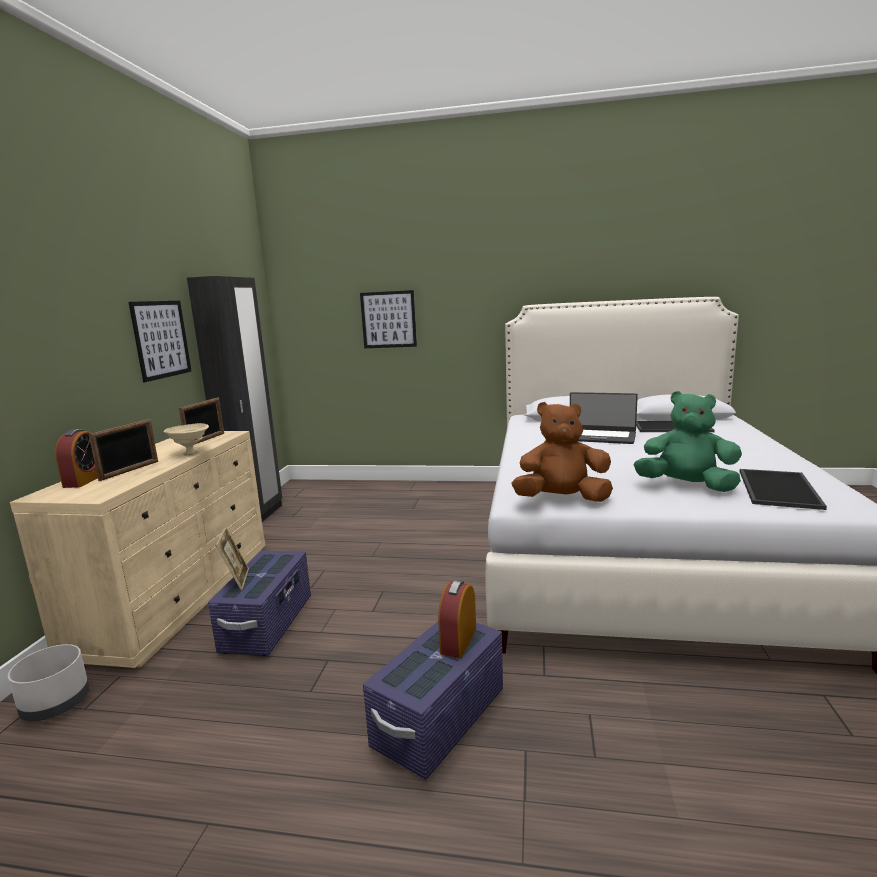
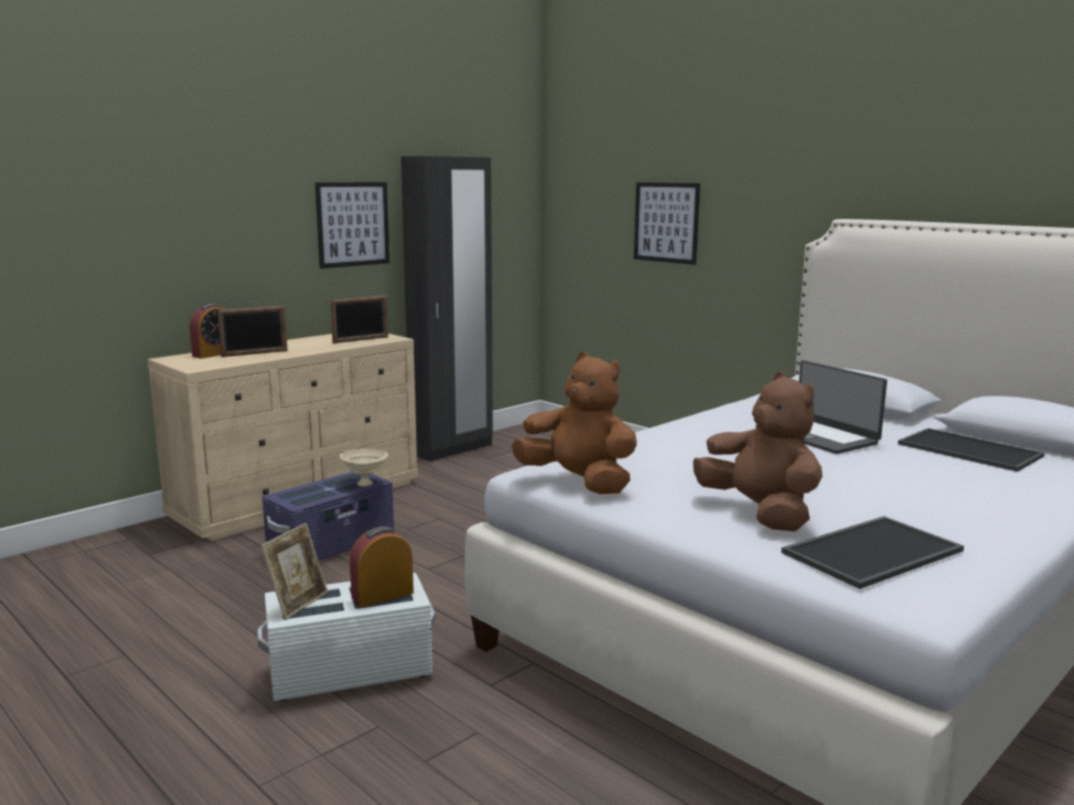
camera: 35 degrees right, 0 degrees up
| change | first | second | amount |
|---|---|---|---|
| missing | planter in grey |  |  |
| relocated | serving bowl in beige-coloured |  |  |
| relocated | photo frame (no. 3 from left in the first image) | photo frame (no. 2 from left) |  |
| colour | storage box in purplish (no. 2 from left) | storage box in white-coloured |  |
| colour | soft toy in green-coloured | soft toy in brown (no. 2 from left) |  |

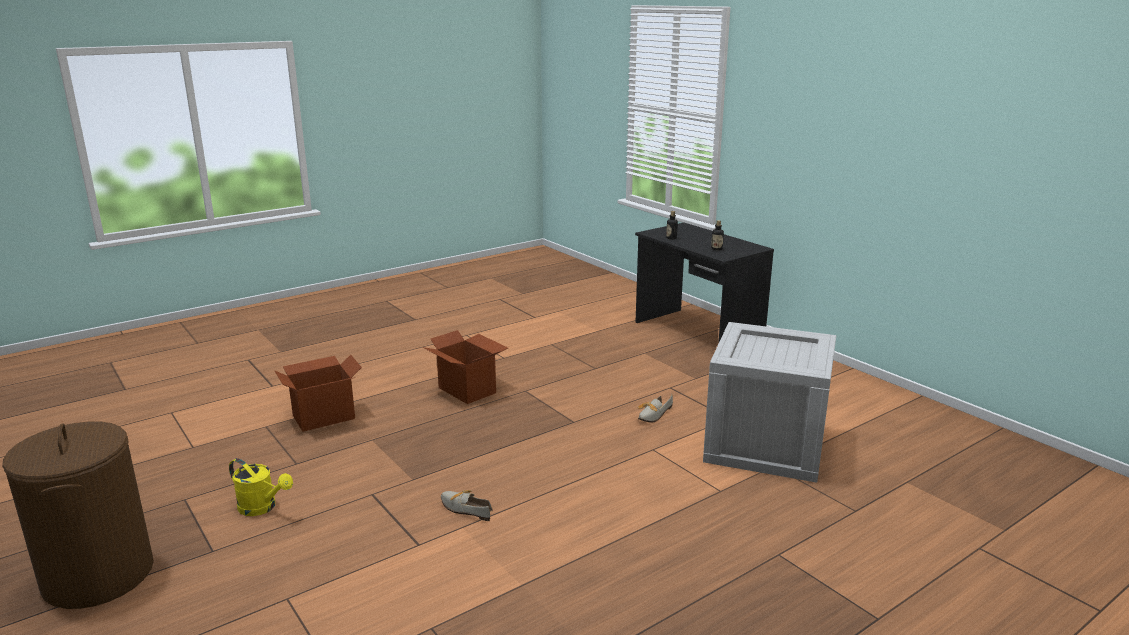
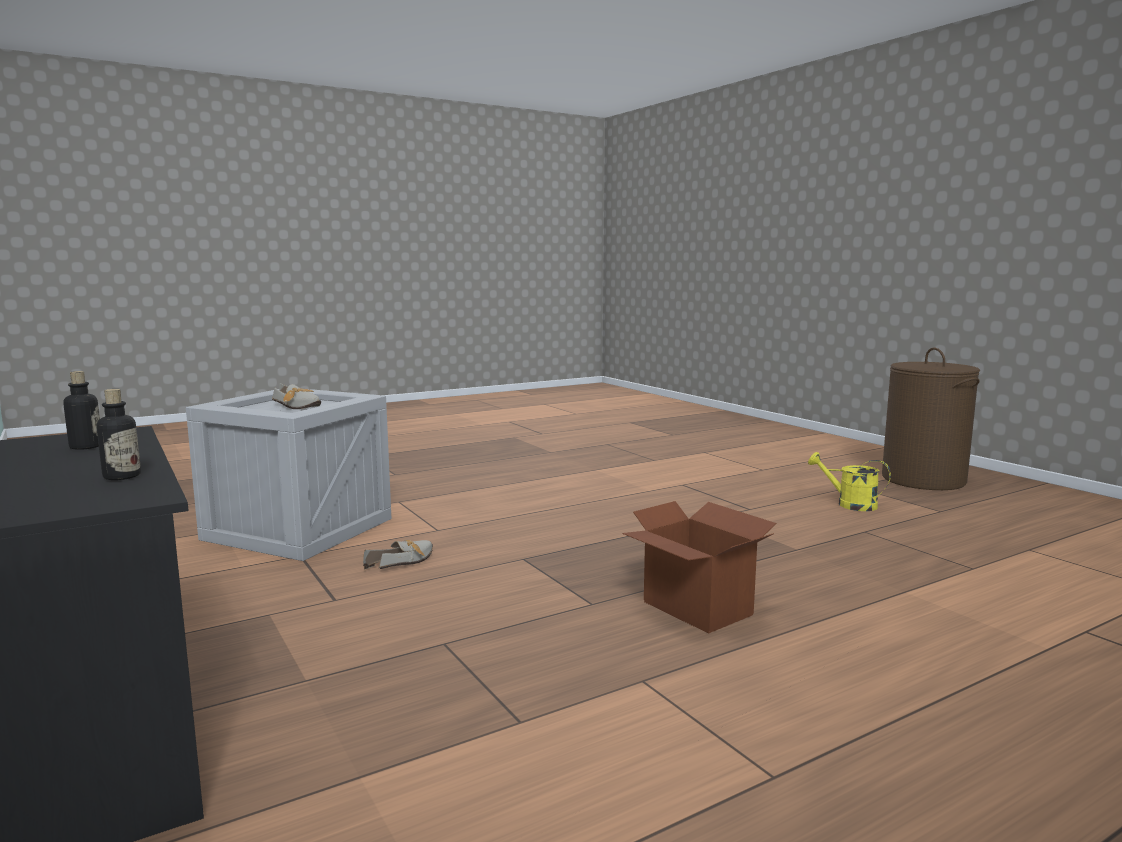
camera: 175 degrees left, 10 degrees down
| change | first | second | amount |
|---|---|---|---|
| missing | packing box (no. 1 from left) |  |  |
| relocated | shoe (no. 1 from left) |  |  |

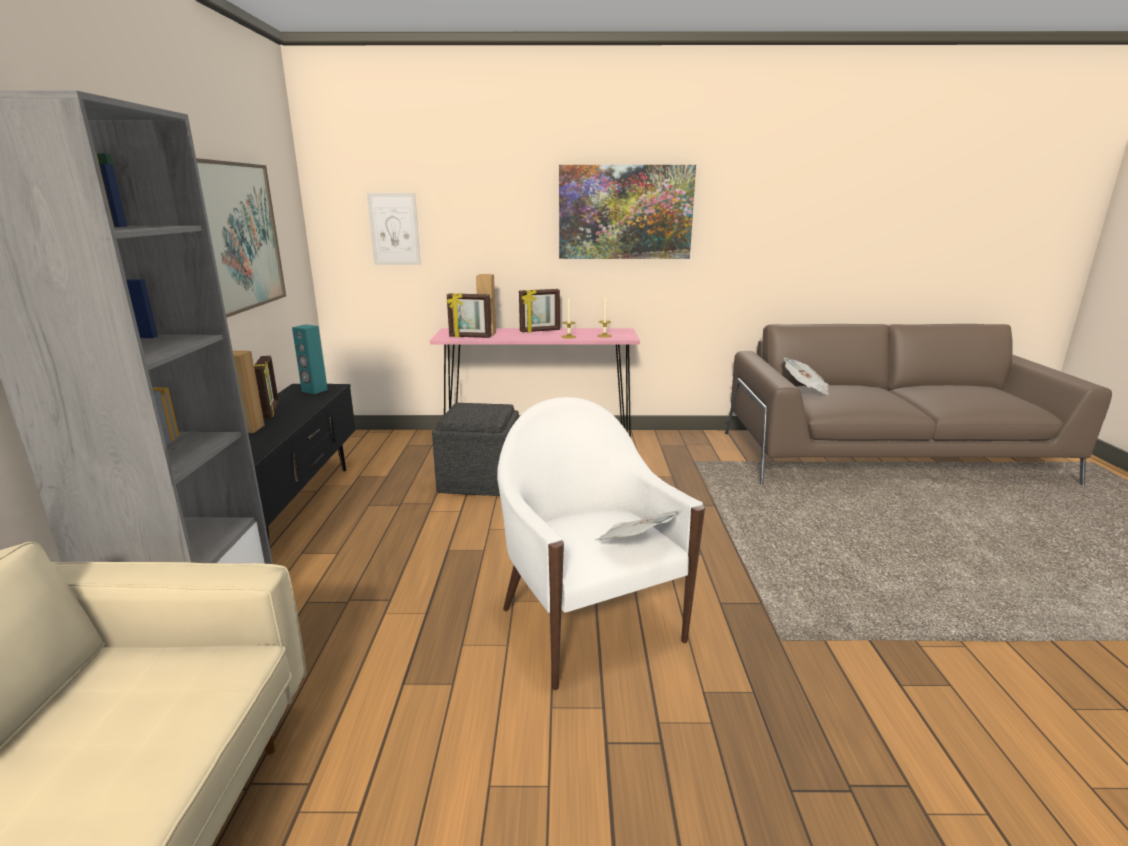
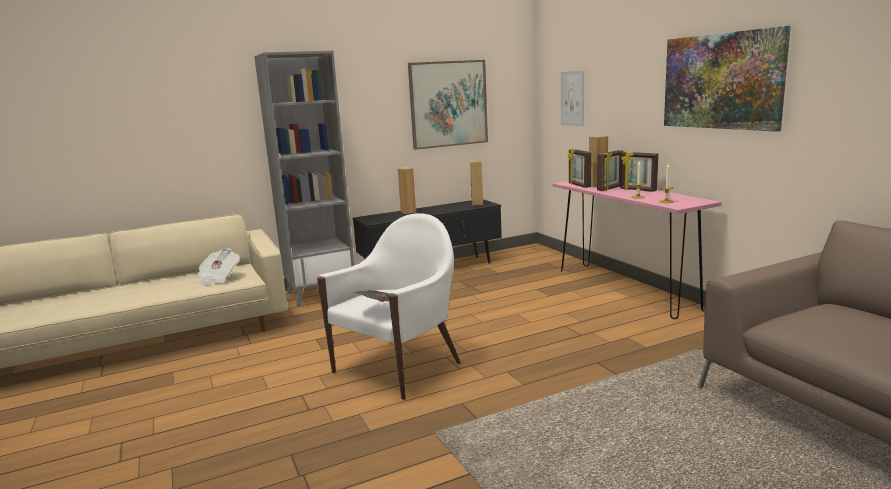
camera: 65 degrees right, 5 degrees down
| change | first | second | amount |
|---|---|---|---|
| missing | pouffe in grey |  |  |
| relocated | photo frame (no. 1 from left in the first image) | photo frame (no. 2 from left) |  |
| relocated | newspaper (no. 2 from left in the first image) | newspaper (no. 1 from left) |  |
| colour | audio speaker in turquoise | audio speaker in brown (no. 2 from left) |  |

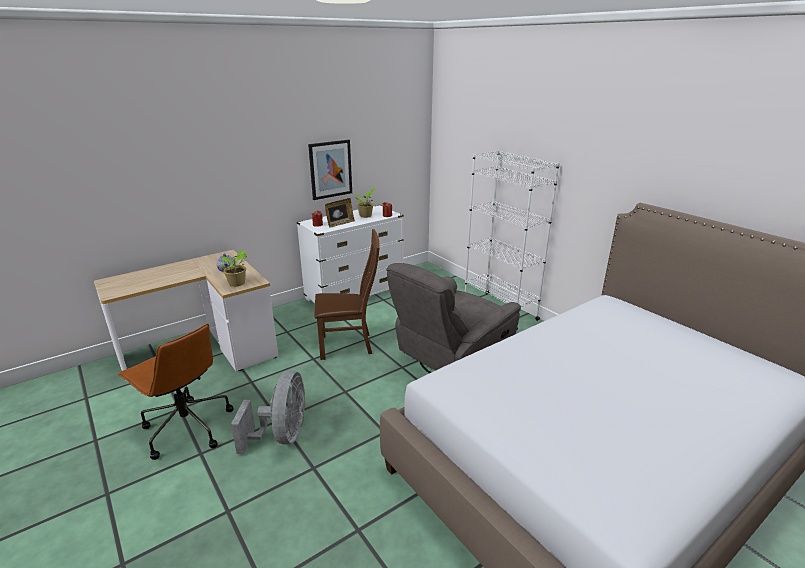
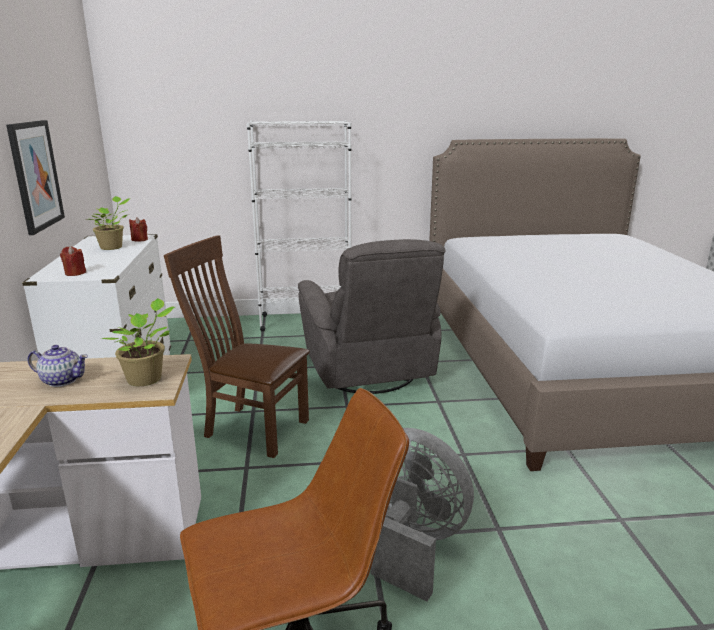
camera: 60 degrees left, 5 degrees down
| change | first | second | amount |
|---|---|---|---|
| missing | photo frame |  |  |
| spun | upright chair in brown |  | 90 degrees counterclockwise |

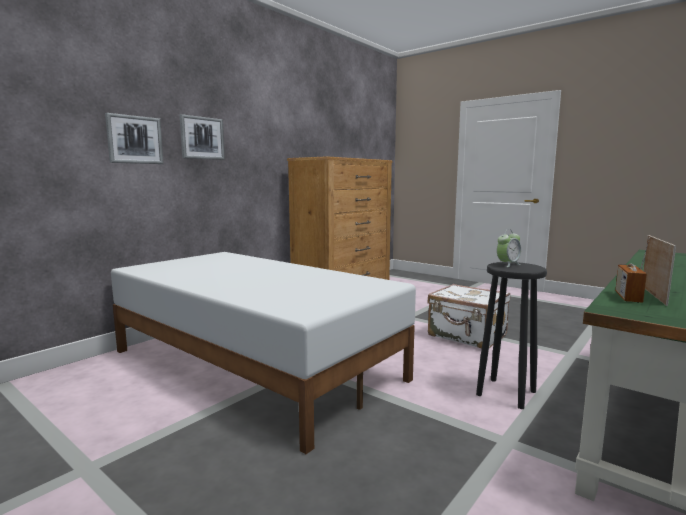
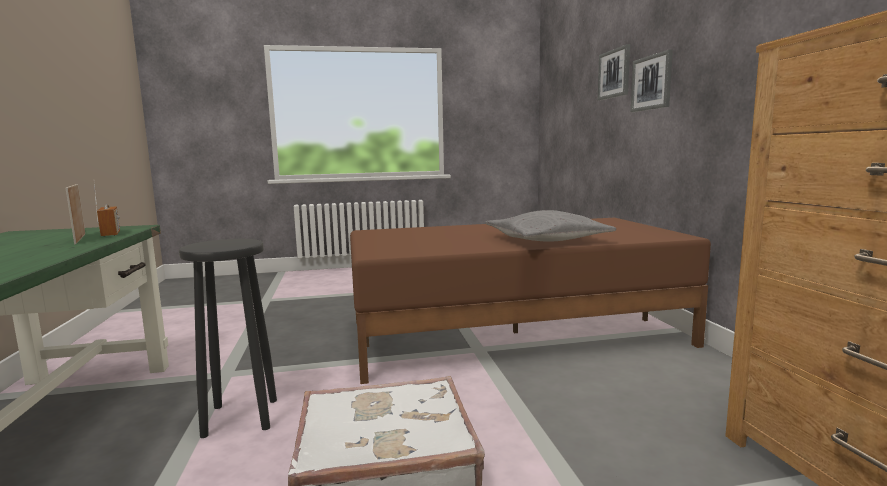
camera: 130 degrees right, 0 degrees up
| change | first | second | amount |
|---|---|---|---|
| missing | bedside clock |  |  |
| appeared |  | pillow in grey |  |
| relocated | picture (no. 2 from left in the first image) | picture (no. 1 from left) |  |
| colour | bedroom bed in white-coloured | bedroom bed in brown |  |

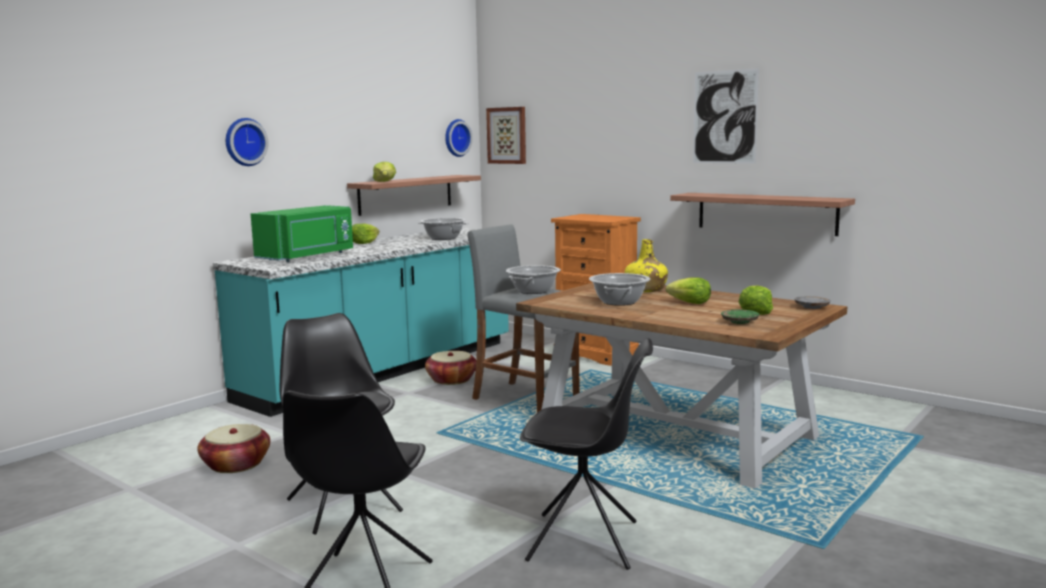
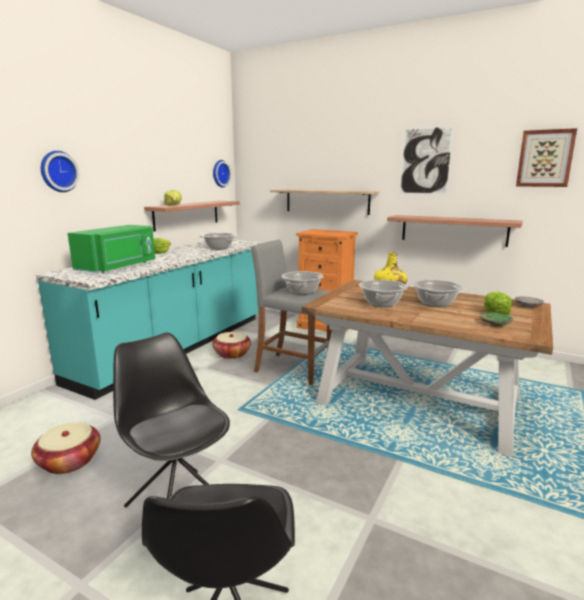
camera: 10 degrees left, 5 degrees up
| change | first | second | amount |
|---|---|---|---|
| missing | upright chair in black-coloured (no. 3 from left) |  |  |
| appeared |  | wall shelf (no. 2 from left) |  |
| relocated | picture (no. 1 from left in the first image) | picture (no. 2 from left) |  |
| exchanged | lettuce (no. 3 from left) | stockpot (no. 4 from left) |  |

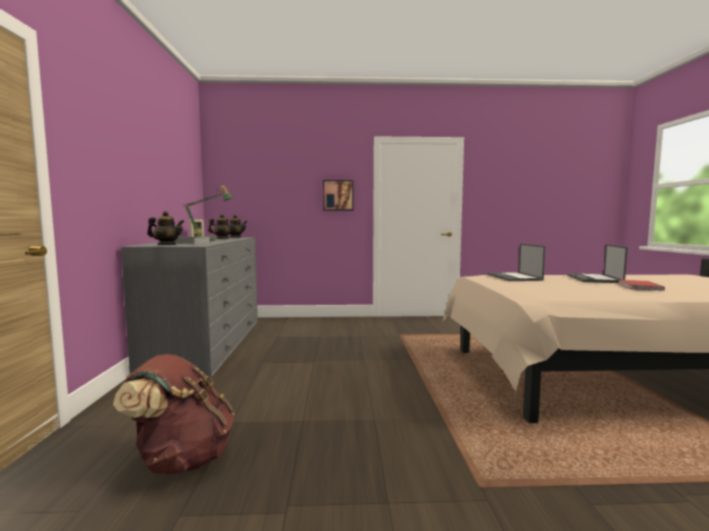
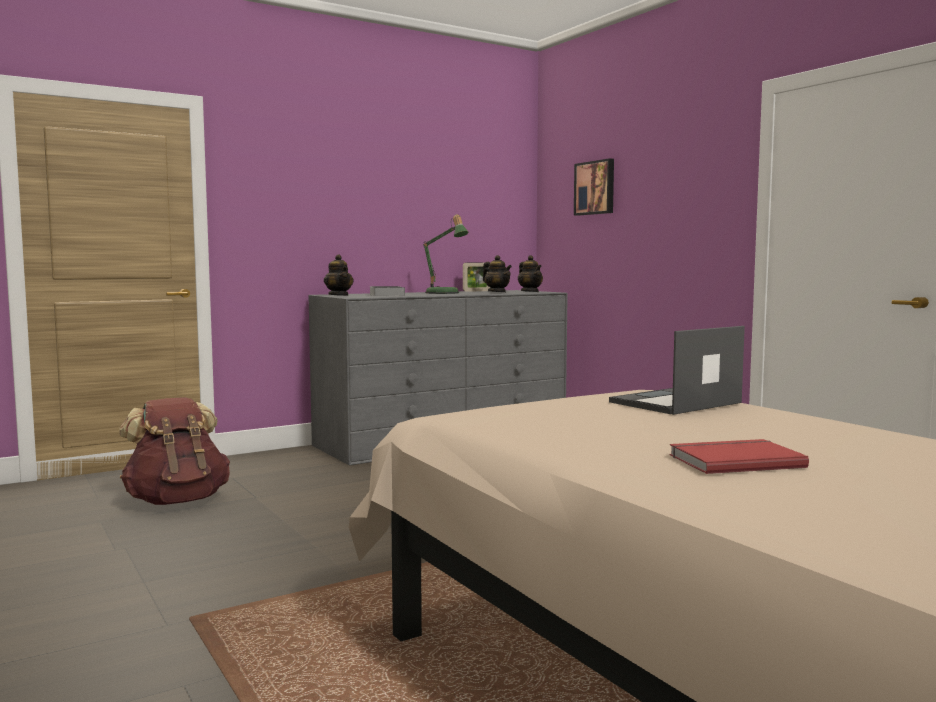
camera: 60 degrees right, 0 degrees up
| change | first | second | amount |
|---|---|---|---|
| missing | laptop (no. 2 from left) |  |  |
| relocated | picture |  |  |

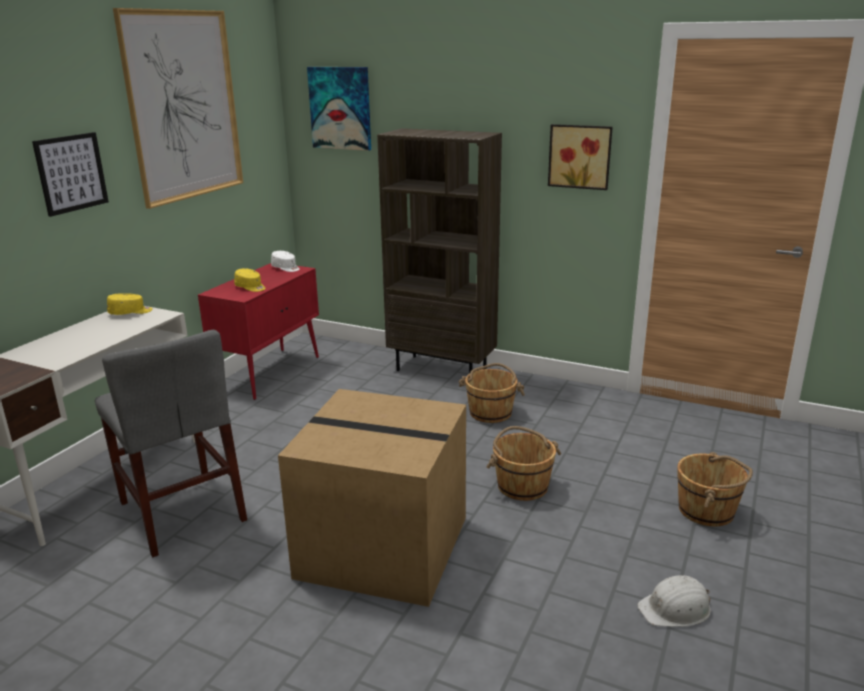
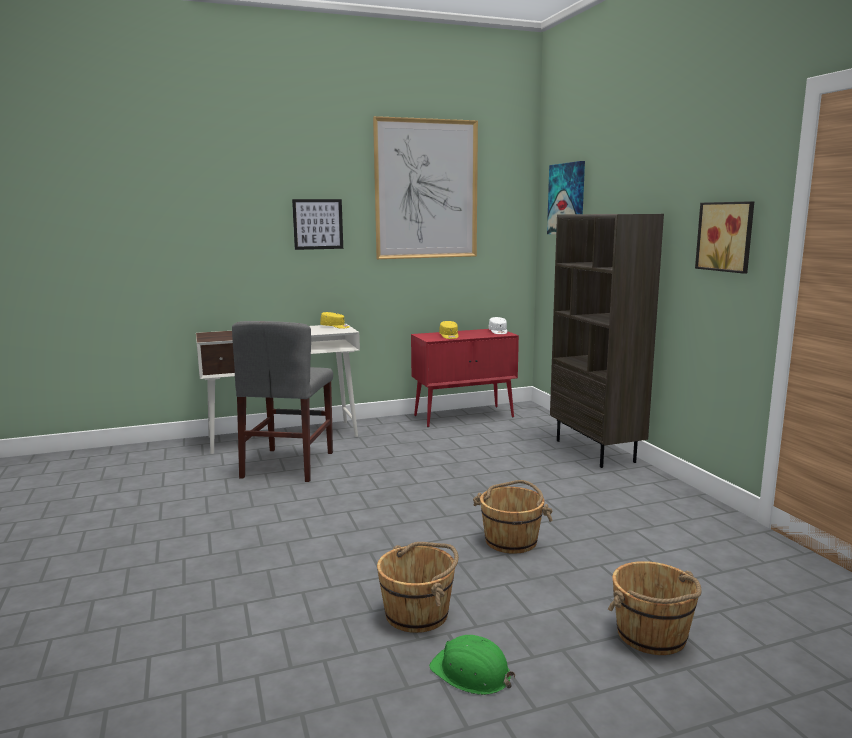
camera: 45 degrees right, 10 degrees down
| change | first | second | amount |
|---|---|---|---|
| missing | packing box |  |  |
| relocated | bucket in brown (no. 1 from left) |  |  |
| colour | safety helmet in white-coloured | safety helmet in green-coloured |  |

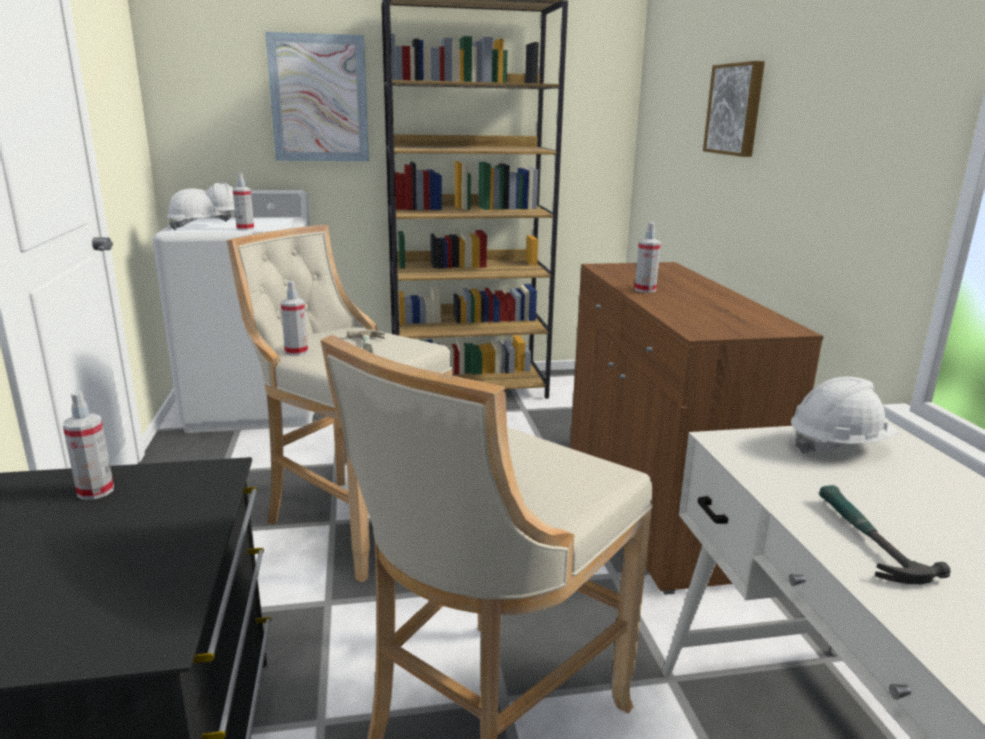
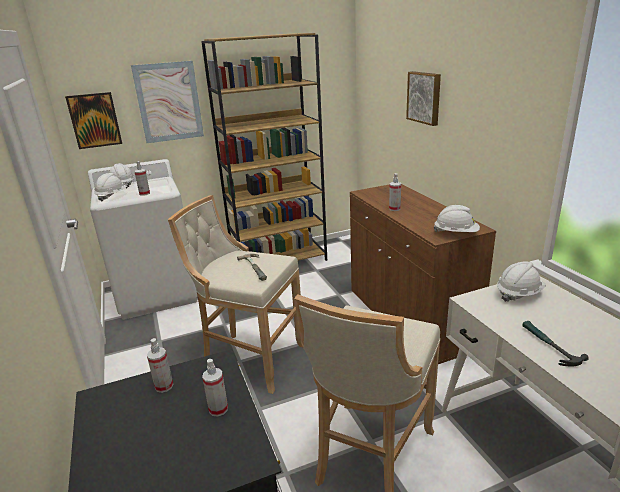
camera: 10 degrees left, 5 degrees up
| change | first | second | amount |
|---|---|---|---|
| appeared |  | picture (no. 1 from left) |  |
| appeared |  | safety helmet in white-coloured (no. 3 from left) |  |
| relocated | spray bottle (no. 3 from left) |  |  |

